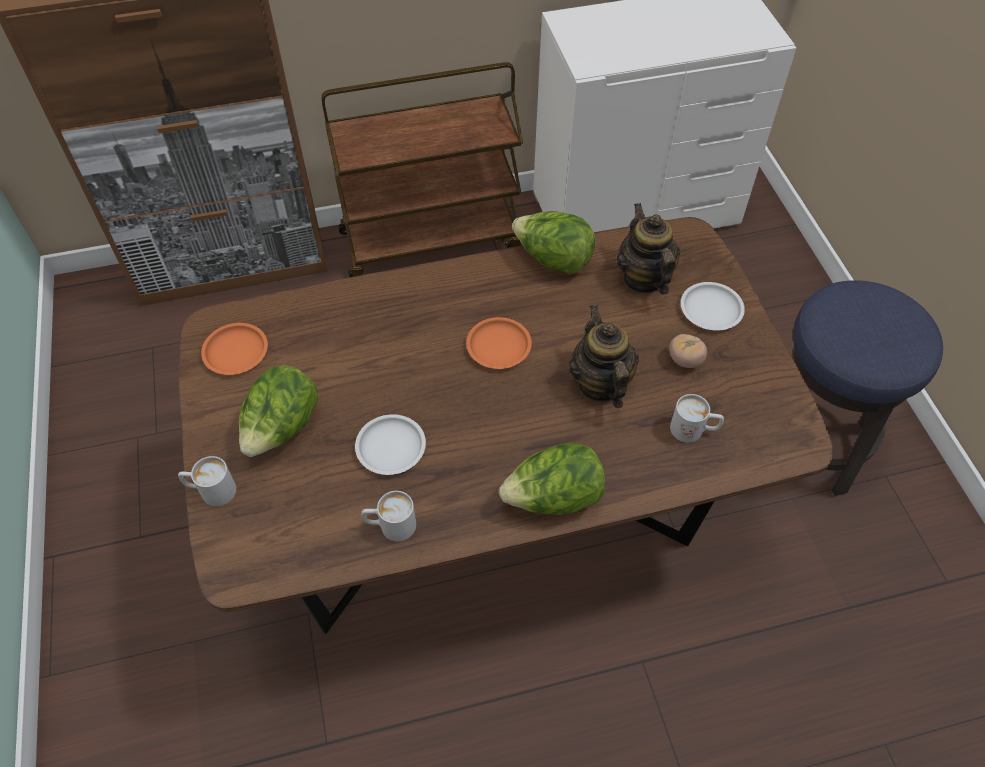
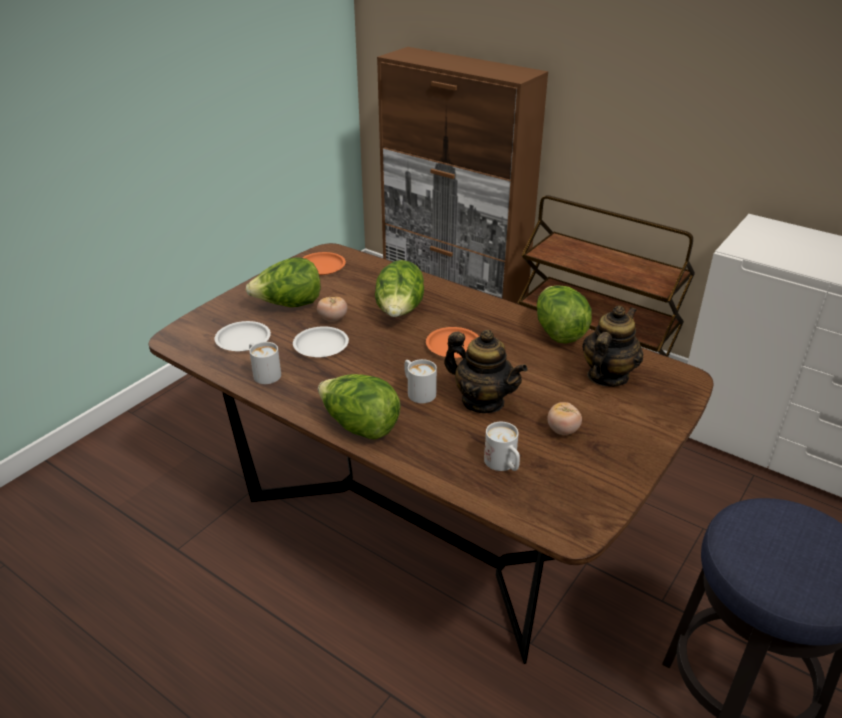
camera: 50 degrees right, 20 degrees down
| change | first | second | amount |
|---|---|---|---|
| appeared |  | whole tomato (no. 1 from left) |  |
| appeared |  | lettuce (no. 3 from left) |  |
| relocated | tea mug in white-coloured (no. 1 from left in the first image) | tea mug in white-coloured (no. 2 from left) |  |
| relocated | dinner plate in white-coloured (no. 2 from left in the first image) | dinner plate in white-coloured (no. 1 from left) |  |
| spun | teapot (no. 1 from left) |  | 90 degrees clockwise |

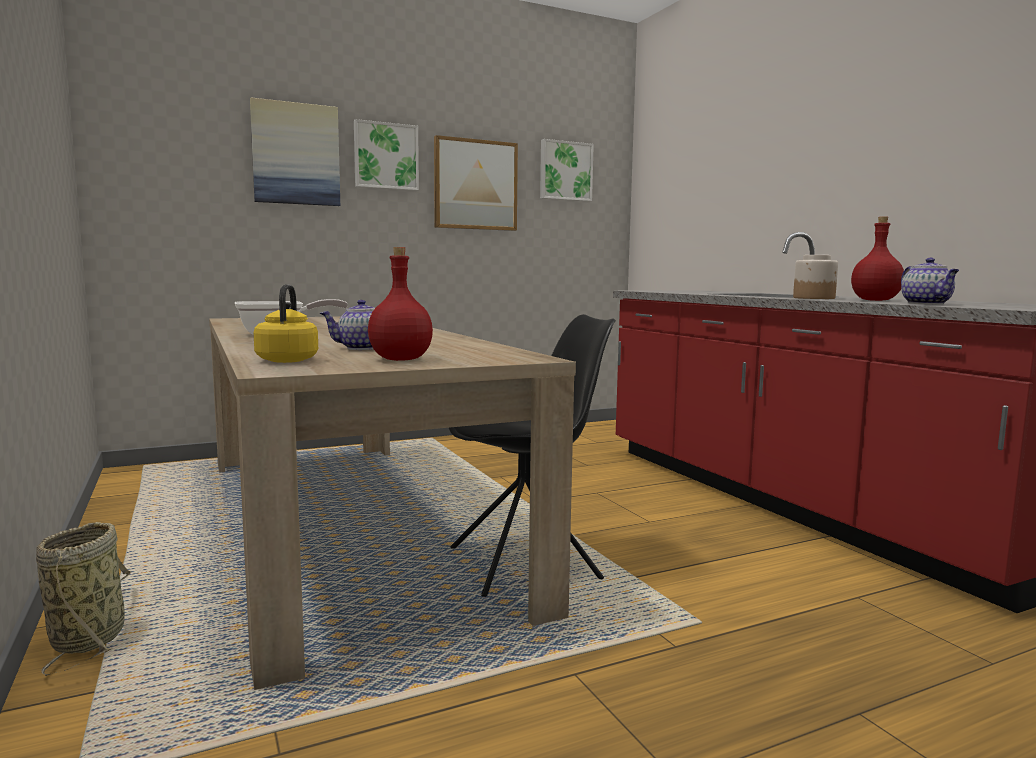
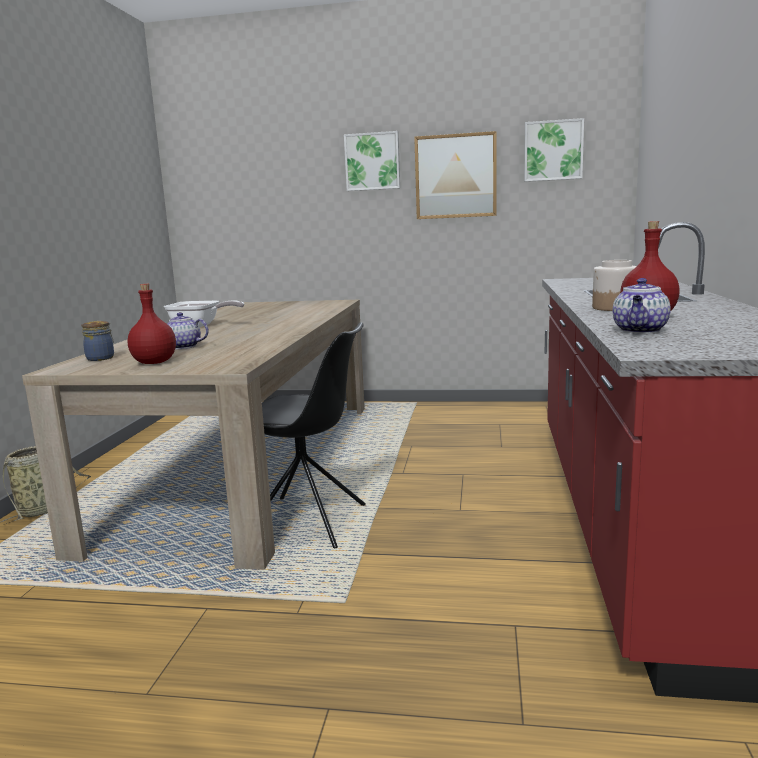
camera: 35 degrees right, 5 degrees up
| change | first | second | amount |
|---|---|---|---|
| missing | picture (no. 1 from left) |  |  |
| exchanged | kettle in yellowish | storage jar (no. 1 from left) |  |

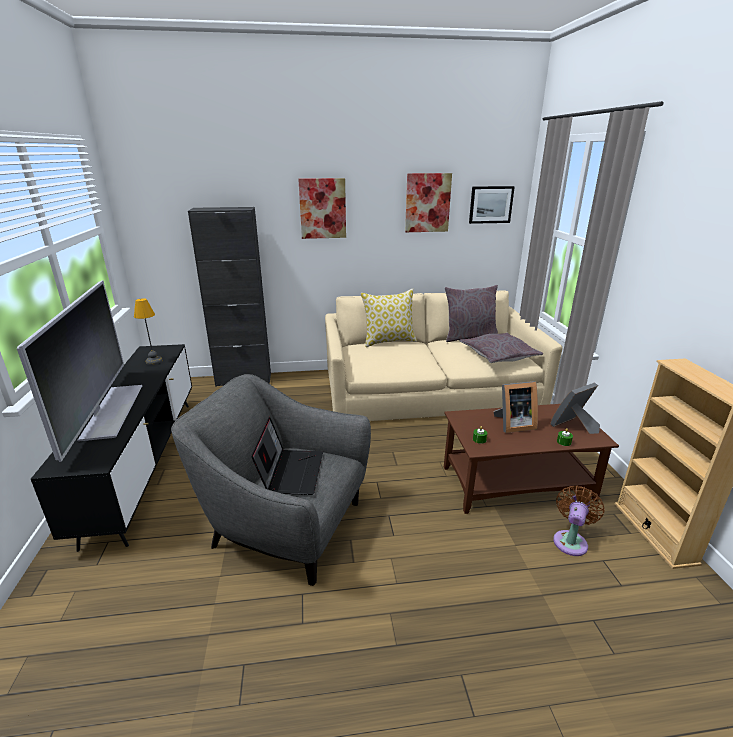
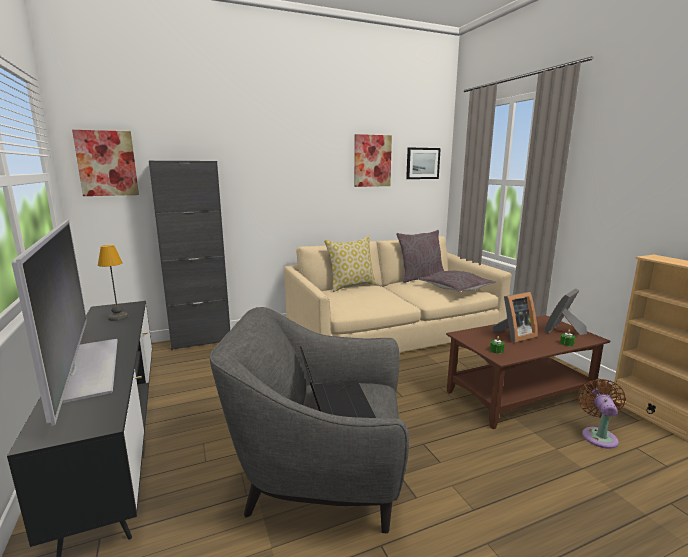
camera: 15 degrees left, 10 degrees down
| change | first | second | amount |
|---|---|---|---|
| relocated | picture (no. 1 from left) |  |  |

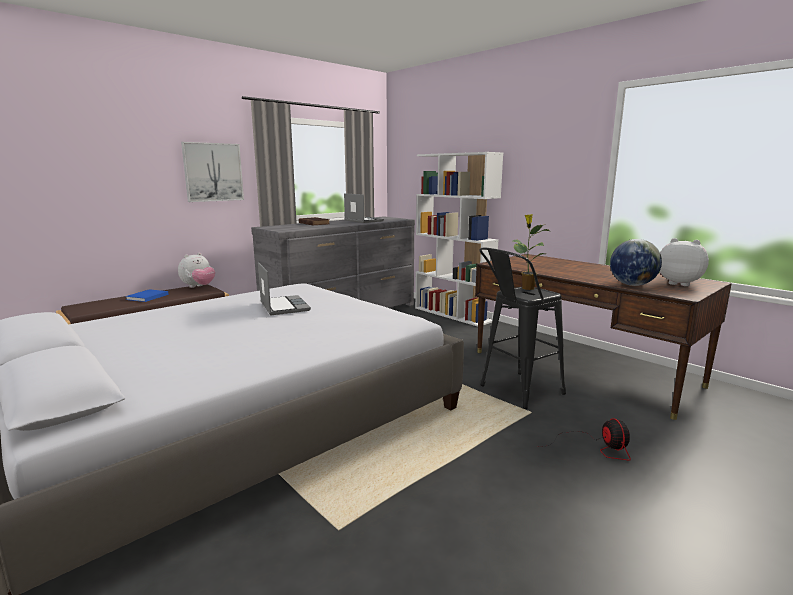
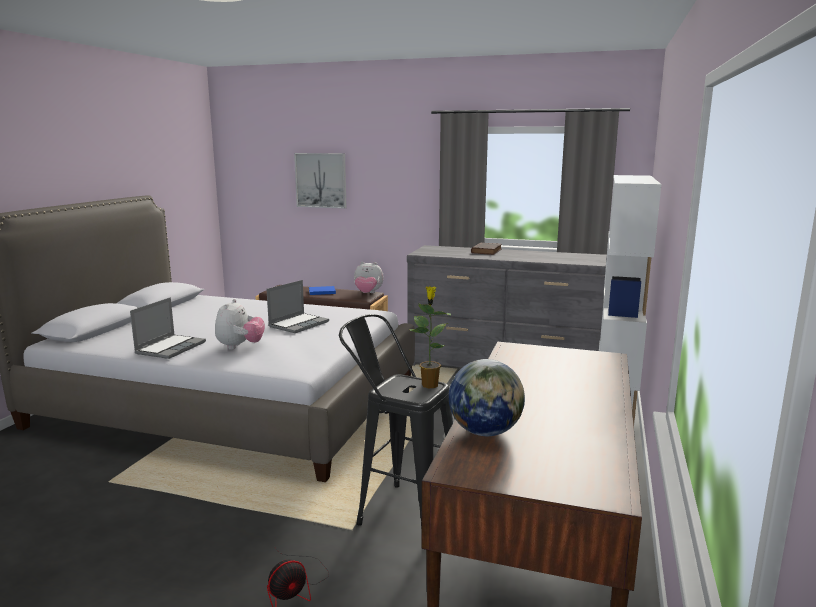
camera: 60 degrees right, 0 degrees up
| change | first | second | amount |
|---|---|---|---|
| relocated | picture |  |  |
| relocated | laptop (no. 2 from left in the first image) | laptop (no. 1 from left) |  |
| relocated | soft toy (no. 2 from left in the first image) | soft toy (no. 1 from left) |  |

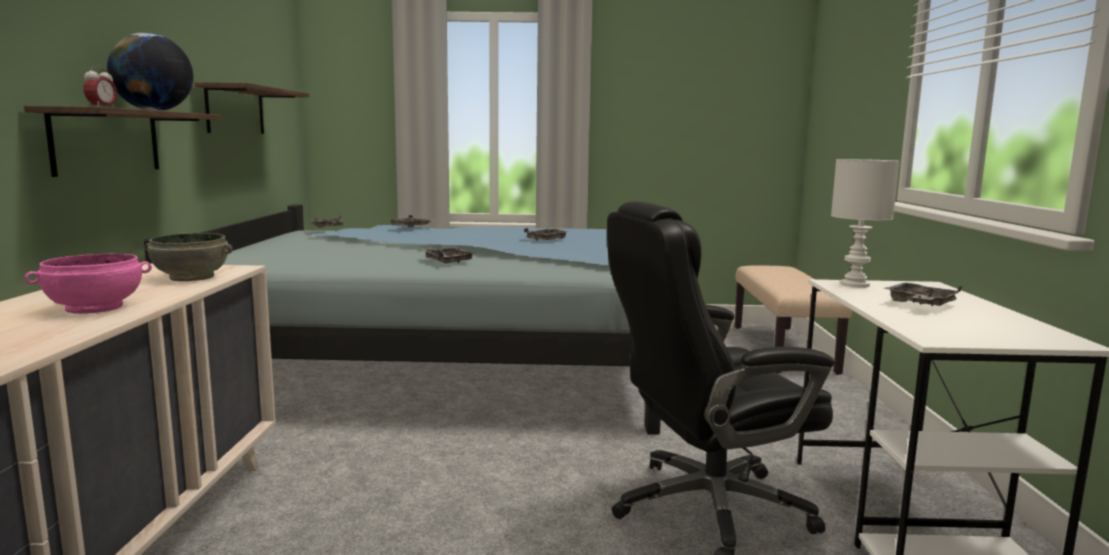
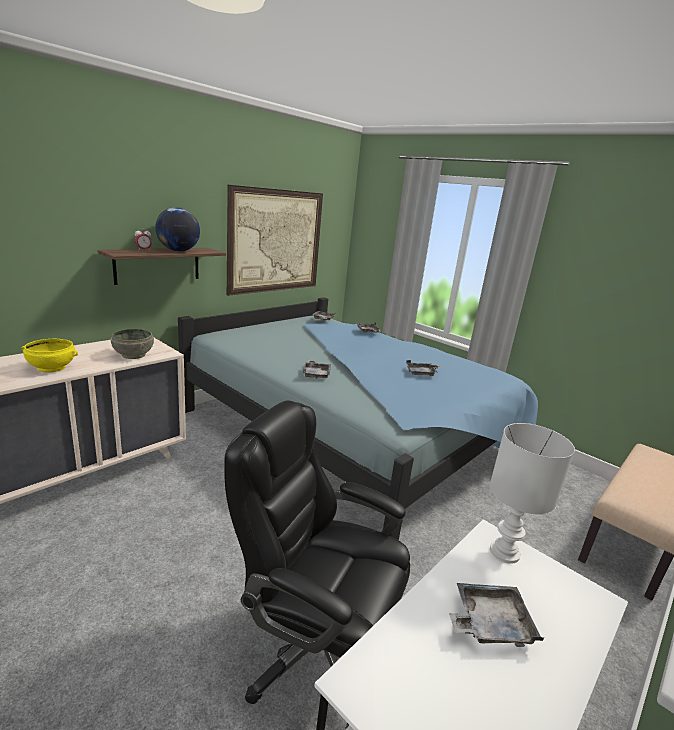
camera: 40 degrees right, 10 degrees up
| change | first | second | amount |
|---|---|---|---|
| exchanged | wall shelf (no. 2 from left) | picture |  |
| colour | serving bowl in pink | serving bowl in yellowish |  |

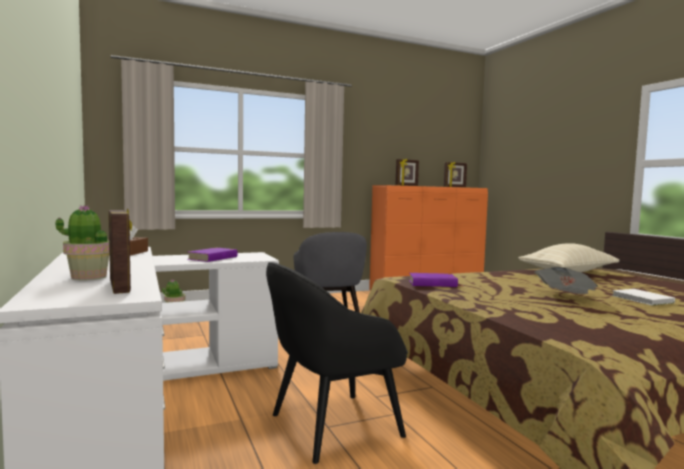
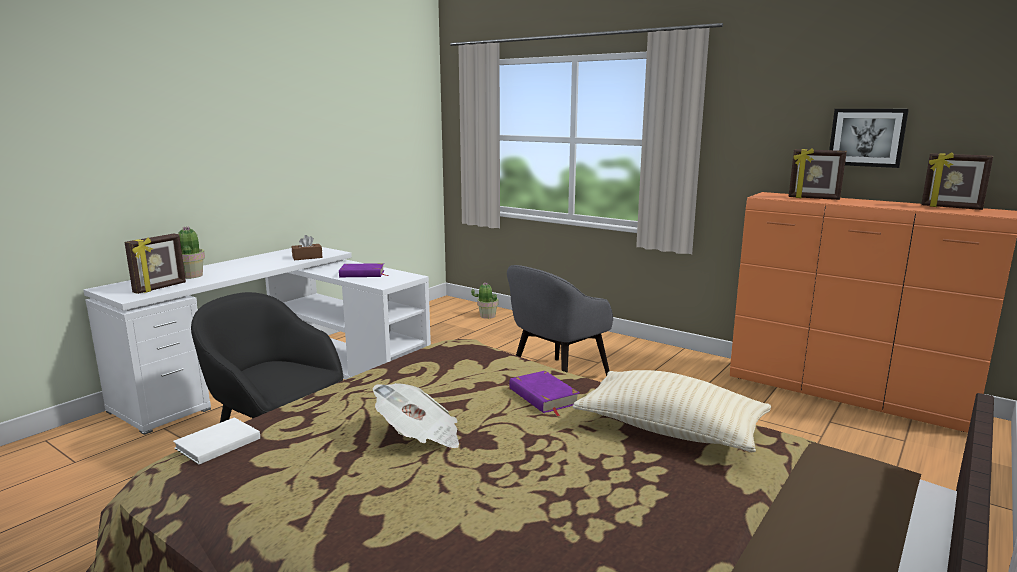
camera: 60 degrees right, 10 degrees up
| change | first | second | amount |
|---|---|---|---|
| appeared |  | picture |  |
| relocated | volume in purplish (no. 2 from left) |  |  |
| relocated | volume in white-coloured |  |  |

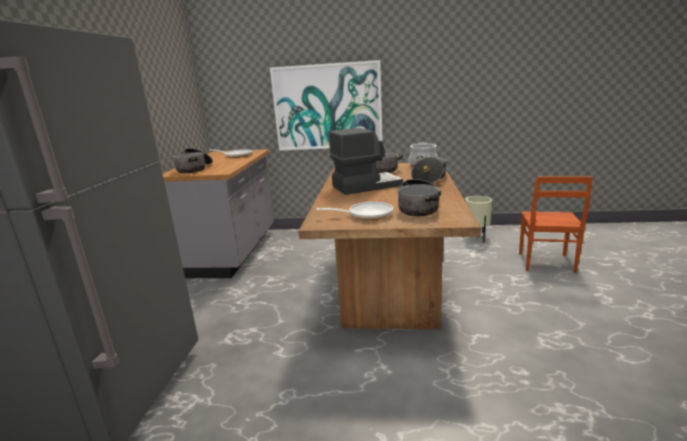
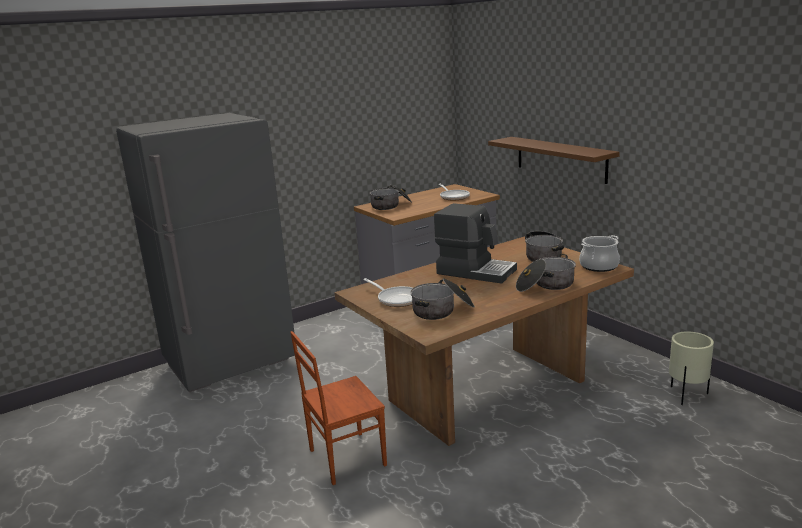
camera: 50 degrees right, 0 degrees up
| change | first | second | amount |
|---|---|---|---|
| relocated | upright chair in brown |  |  |
| exchanged | picture | wall shelf in brown |  |

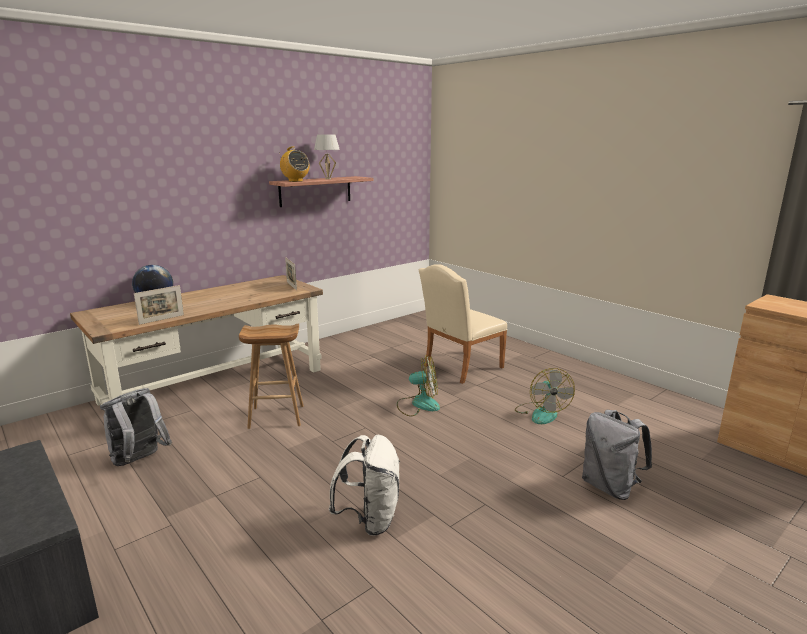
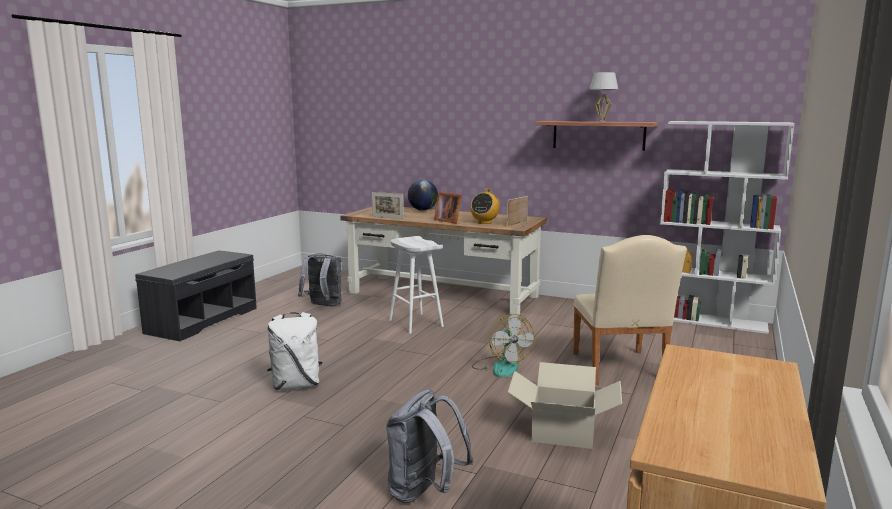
camera: 65 degrees right, 5 degrees down
| change | first | second | amount |
|---|---|---|---|
| appeared |  | photo frame (no. 2 from left) |  |
| appeared |  | bookcase in white-coloured |  |
| relocated | radio set |  |  |
| exchanged | fan (no. 2 from left) | packing box |  |
| colour | stool in brown | stool in white-coloured |  |
| spun | upright chair in beige-coloured |  | 120 degrees counterclockwise |

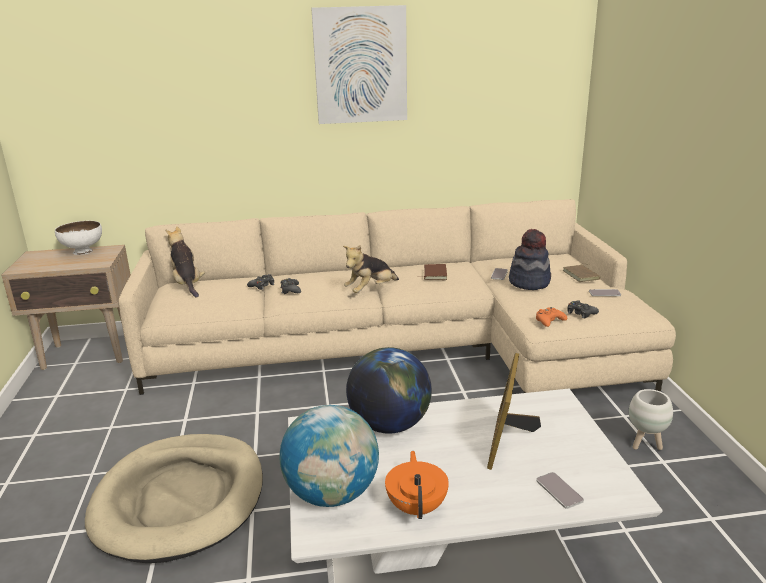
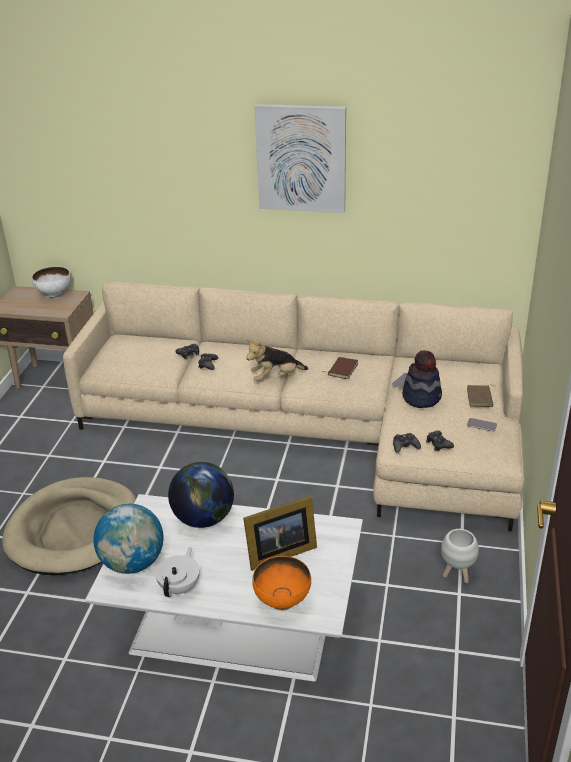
camera: 20 degrees right, 10 degrees up
| change | first | second | amount |
|---|---|---|---|
| missing | soft toy (no. 1 from left) |  |  |
| exchanged | handset (no. 2 from left) | serving bowl in orange |  |
| colour | teapot in orange | teapot in white-coloured |  |
| colour | game controller in orange | game controller in black-coloured (no. 3 from left) |  |
| spun | photo frame |  | 150 degrees counterclockwise |

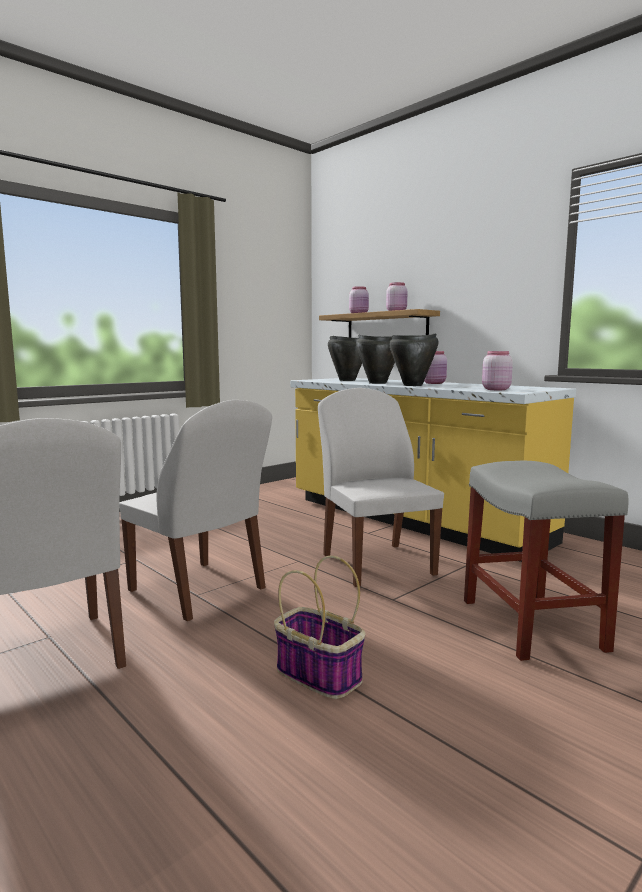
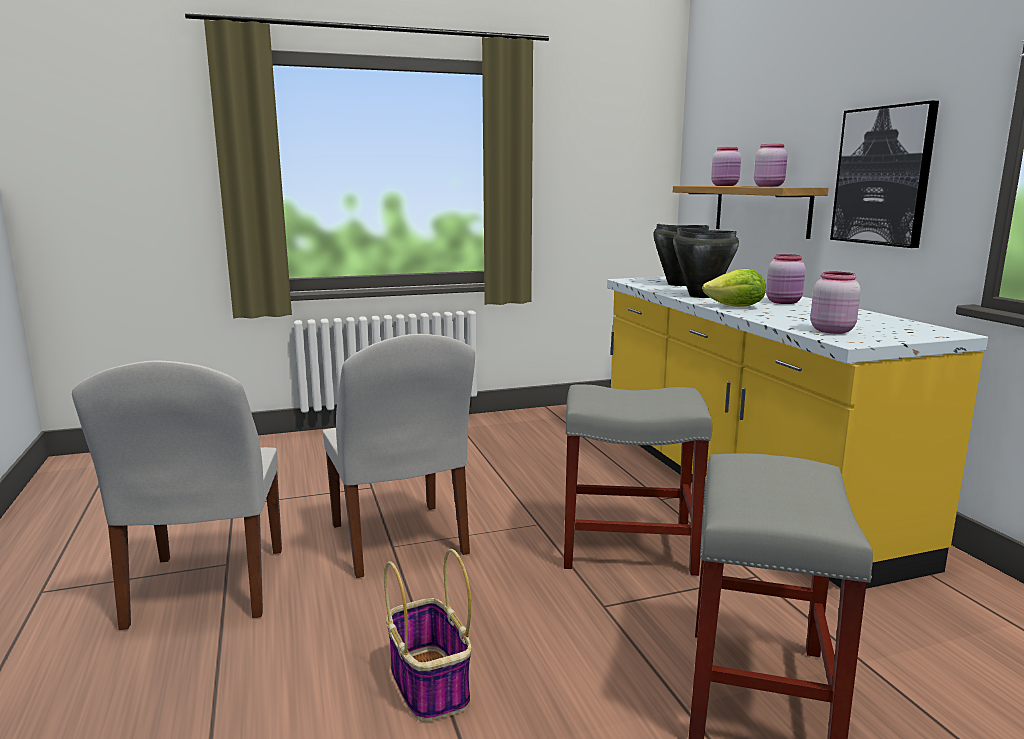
camera: 25 degrees right, 5 degrees up
| change | first | second | amount |
|---|---|---|---|
| appeared |  | picture |  |
| exchanged | upright chair in white-coloured (no. 3 from left) | stool in grey (no. 1 from left) |  |
| exchanged | stockpot in black-coloured (no. 3 from left) | lettuce |  |

